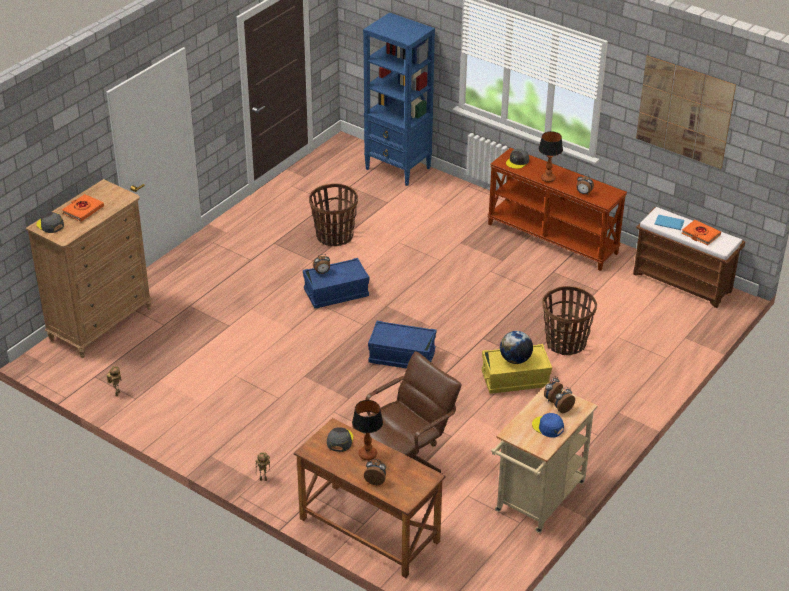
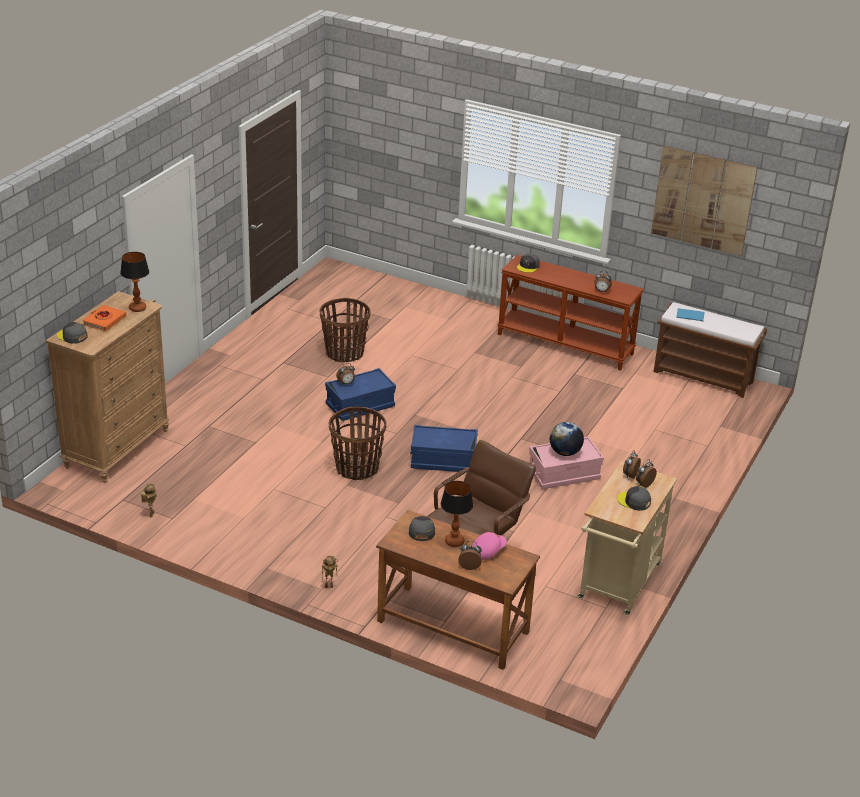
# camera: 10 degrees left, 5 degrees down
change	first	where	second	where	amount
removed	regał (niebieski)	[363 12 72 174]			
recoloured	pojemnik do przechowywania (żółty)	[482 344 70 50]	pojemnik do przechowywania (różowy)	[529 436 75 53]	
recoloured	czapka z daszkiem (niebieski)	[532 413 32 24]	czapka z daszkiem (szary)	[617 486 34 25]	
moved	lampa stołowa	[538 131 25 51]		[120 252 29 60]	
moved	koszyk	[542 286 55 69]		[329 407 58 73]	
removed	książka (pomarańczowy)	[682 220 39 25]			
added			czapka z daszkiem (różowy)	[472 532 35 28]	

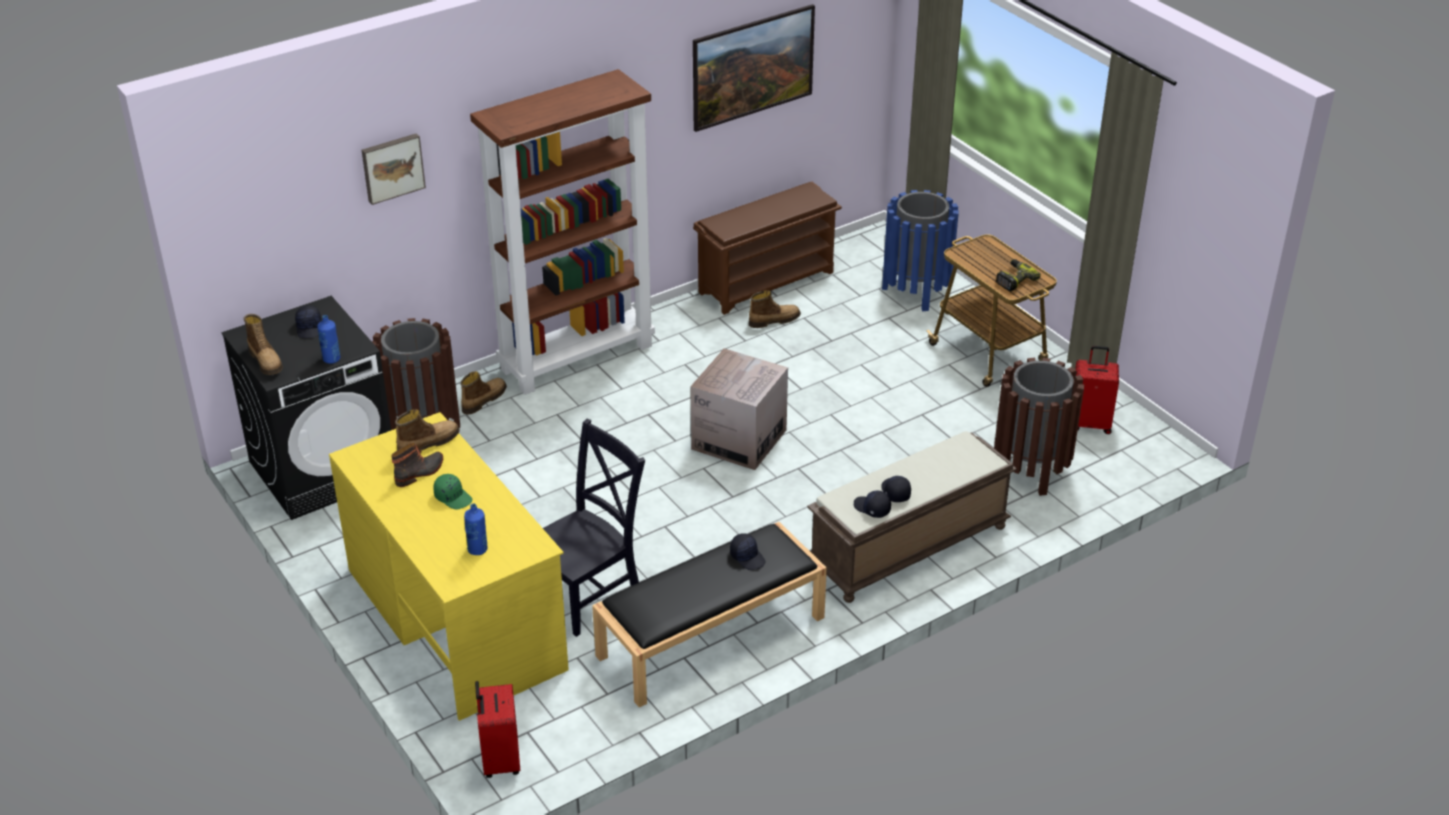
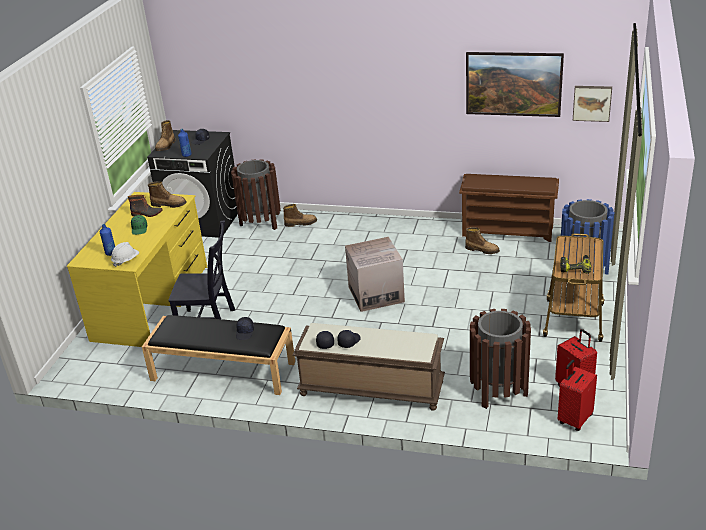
# camera: 50 degrees right, 5 degrees down
change	first	where	second	where	amount
moved	obraz	[361 133 65 72]		[573 86 39 36]	
removed	regał (brązowy)	[470 69 185 326]			
moved	walizka (czerwony)	[475 681 45 97]		[558 360 39 71]	
added			kask (biały)	[111 242 28 25]	

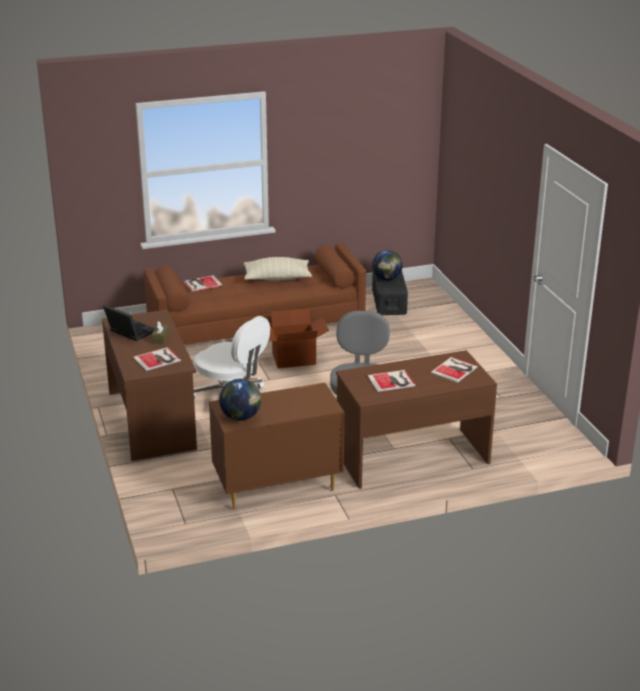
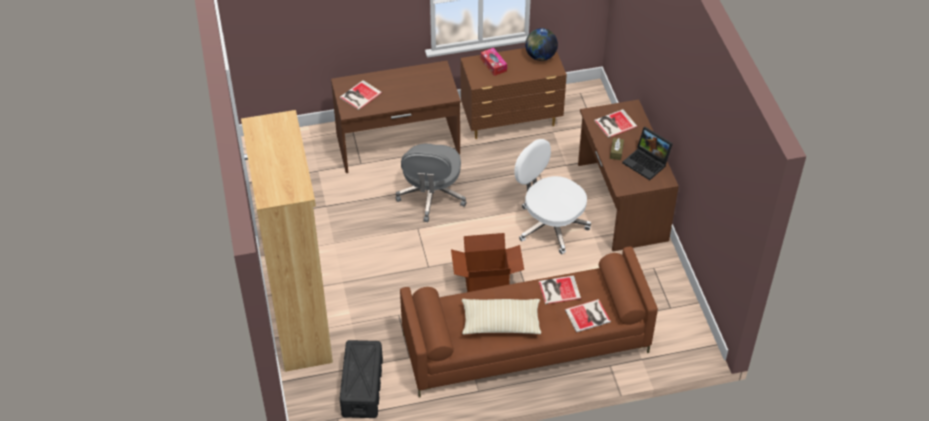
# camera: 175 degrees left, 20 degrees up
change	first	where	second	where	amount
moved	książka	[367 370 48 22]		[539 276 42 28]	
removed	globus	[372 250 31 31]			
added			regał (brązowy)	[241 110 92 262]	
added			pudełko chusteczek	[481 48 26 28]	

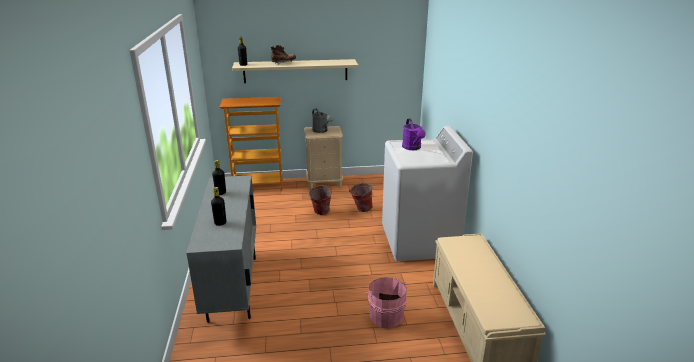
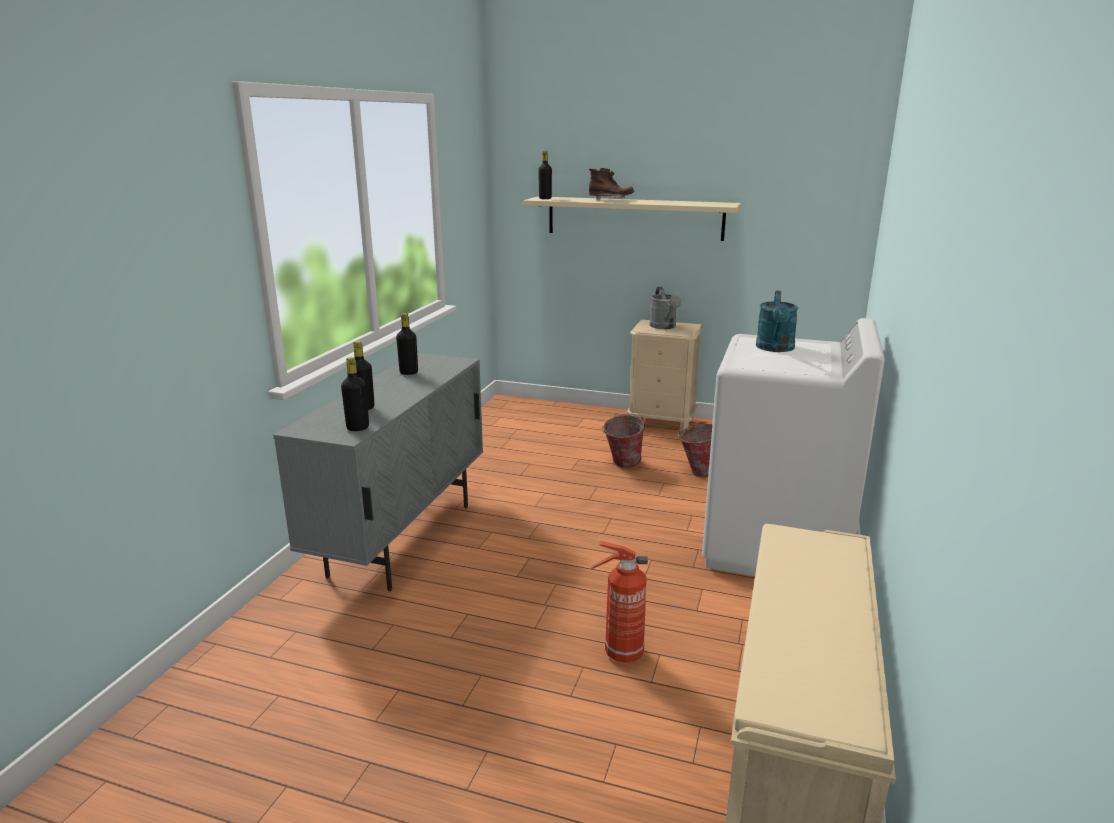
# camera: 25 degrees right, 5 degrees down
change	first	where	second	where	amount
removed	regał	[220 97 62 93]			
replaced	wiadro (różowy)	[365 277 42 51]	gaśnica	[590 541 58 122]	
recoloured	konewka (fioletowy)	[402 118 24 32]	konewka (turkusowy)	[756 291 42 61]	
added			butelka (czarny)	[341 357 28 74]	

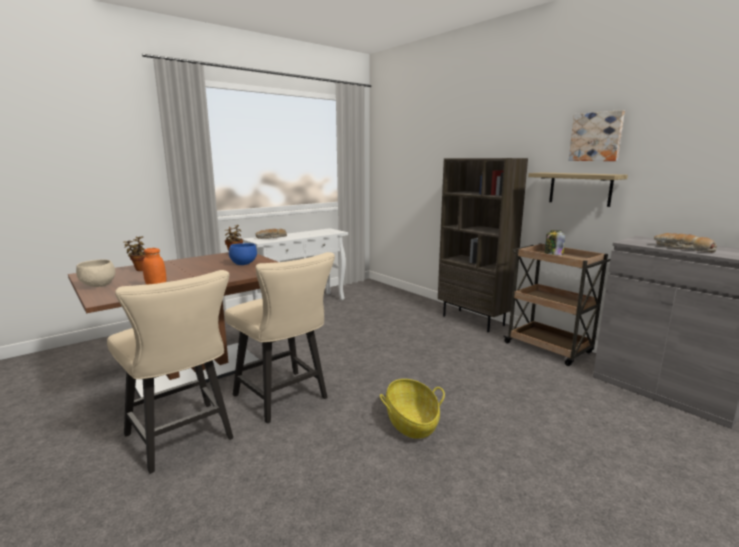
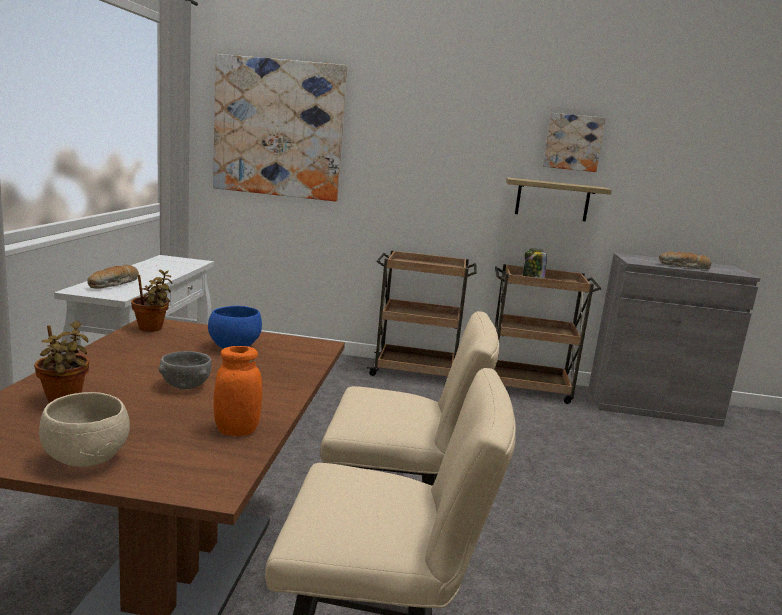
# camera: 45 degrees left, 0 degrees up
change	first	where	second	where	amount
removed	koszyk	[380 379 65 60]			
replaced	regał (brązowy)	[438 158 90 174]	wózek (brązowy)	[367 250 110 133]	
added			miska (szary)	[159 351 53 39]	
added			obraz	[213 54 134 147]	

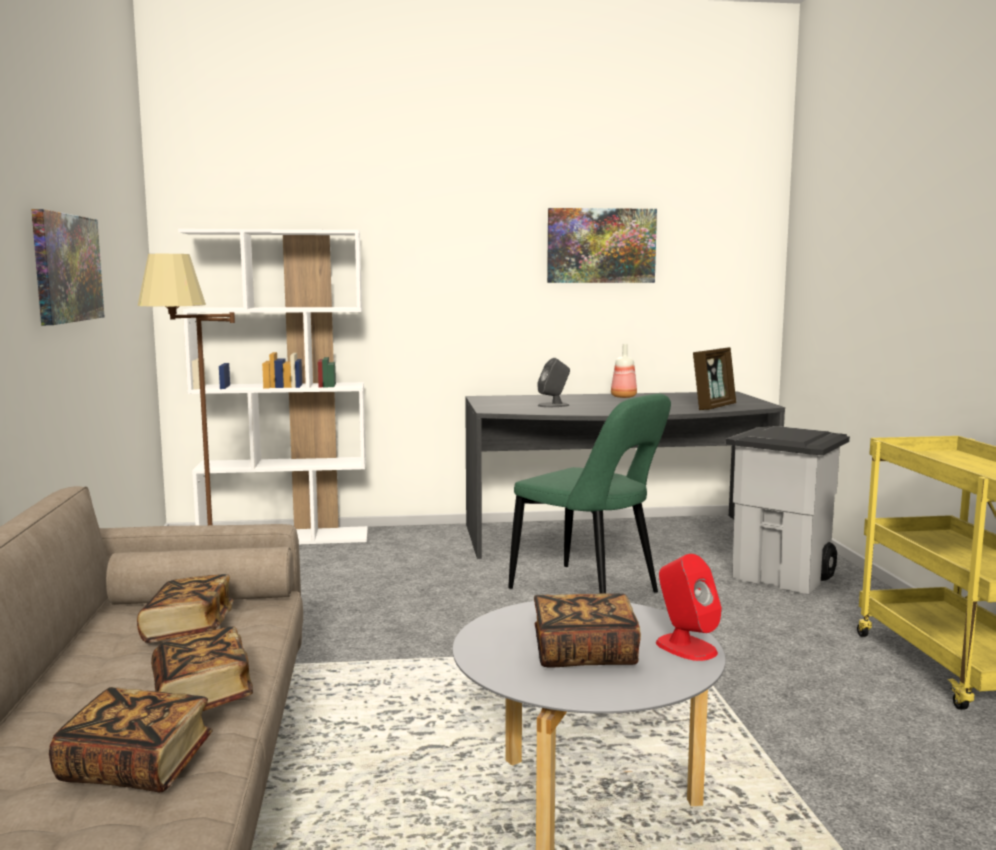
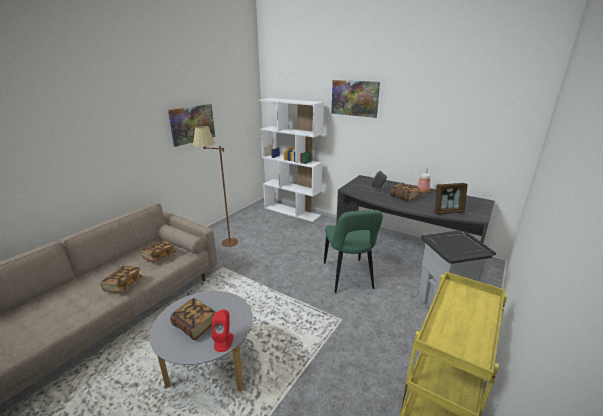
# camera: 40 degrees right, 15 degrees up
change	first	where	second	where	amount
moved	książka	[49 687 164 105]		[390 183 30 19]	
moved	obraz	[547 208 110 75]		[331 80 49 38]	

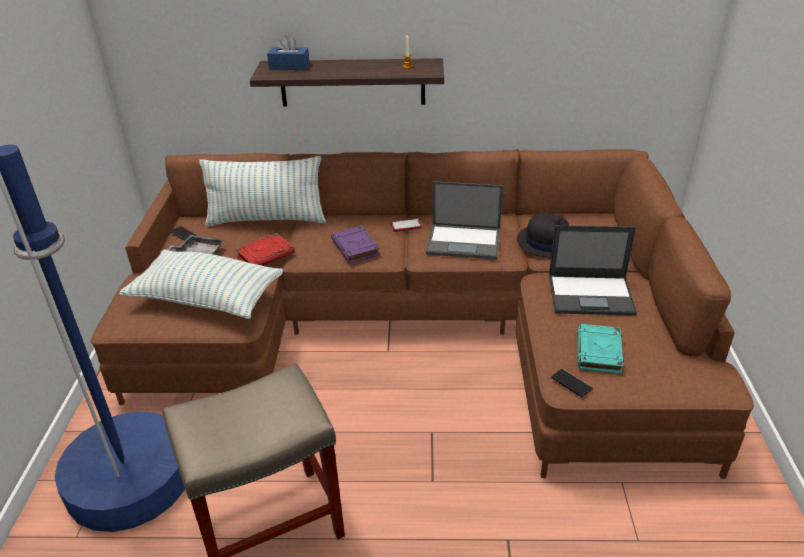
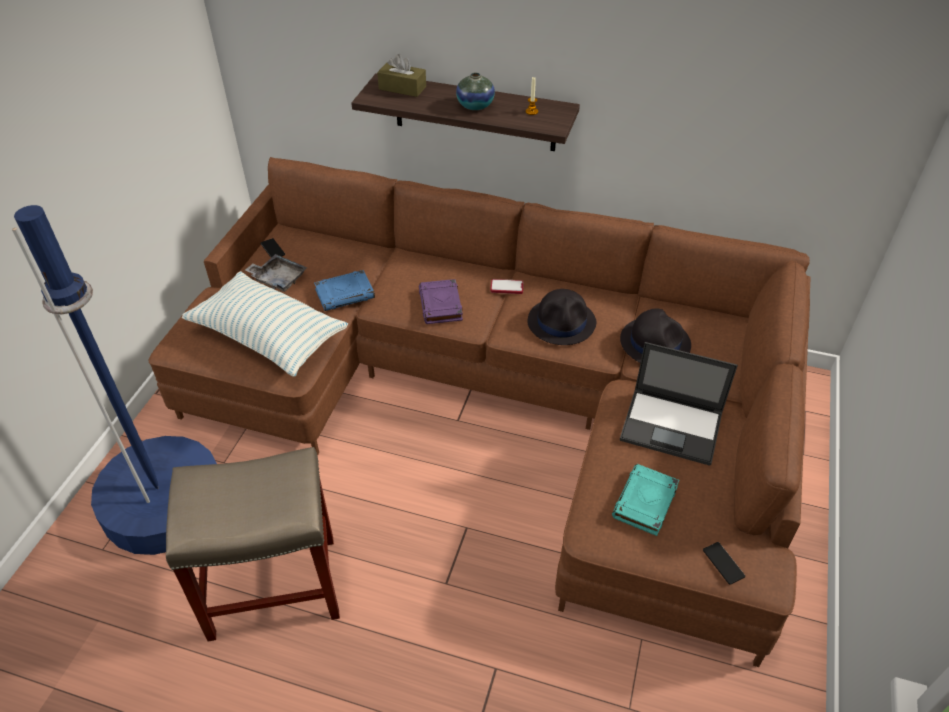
# camera: 15 degrees right, 10 degrees up
change	first	where	second	where	amount
removed	poduszka	[199 156 127 70]			
recoloured	książka (czerwony)	[235 233 60 33]	książka (niebieski)	[314 270 61 41]	
recoloured	pudełko chusteczek (niebieski)	[267 35 43 35]	pudełko chusteczek (brązowy)	[377 54 49 43]	
replaced	laptop	[426 181 77 79]	kapelusz (czarny)	[527 289 69 56]	
moved	telefon	[551 369 42 28]		[703 542 42 42]	
added			wazon	[456 72 39 38]	

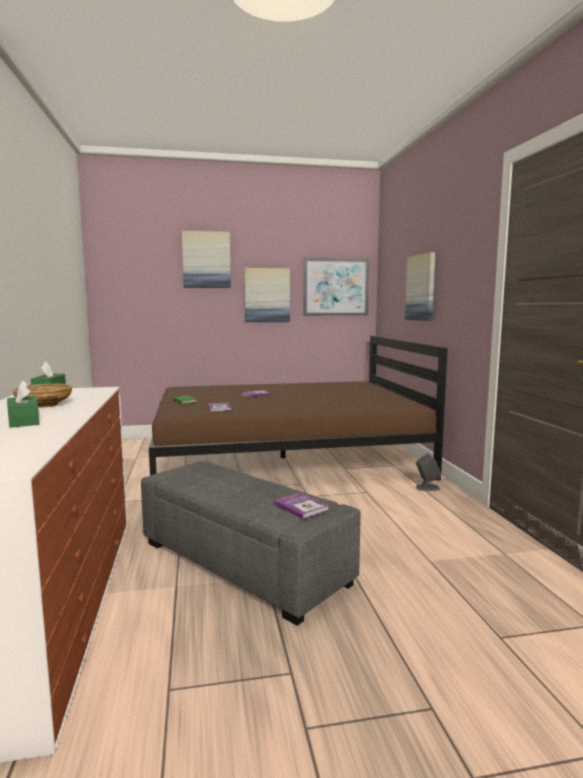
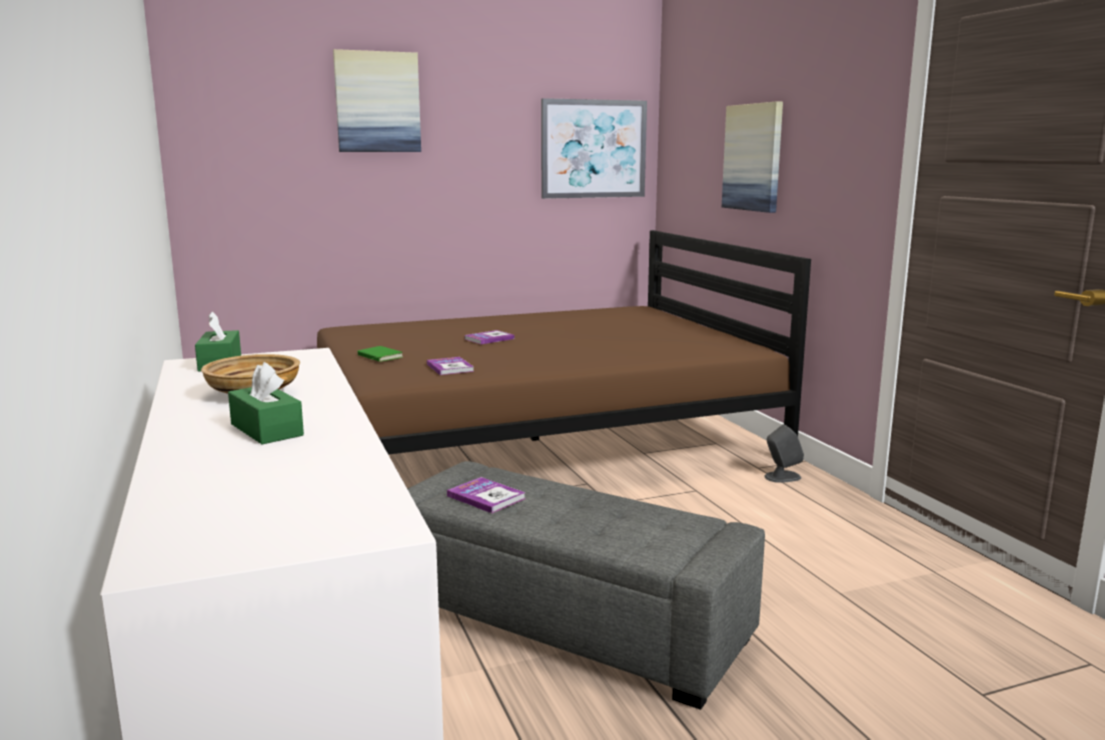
# camera: 10 degrees left, 5 degrees up
change	first	where	second	where	amount
removed	obraz	[244 268 46 54]			
moved	książka	[274 493 54 26]		[447 477 79 36]	

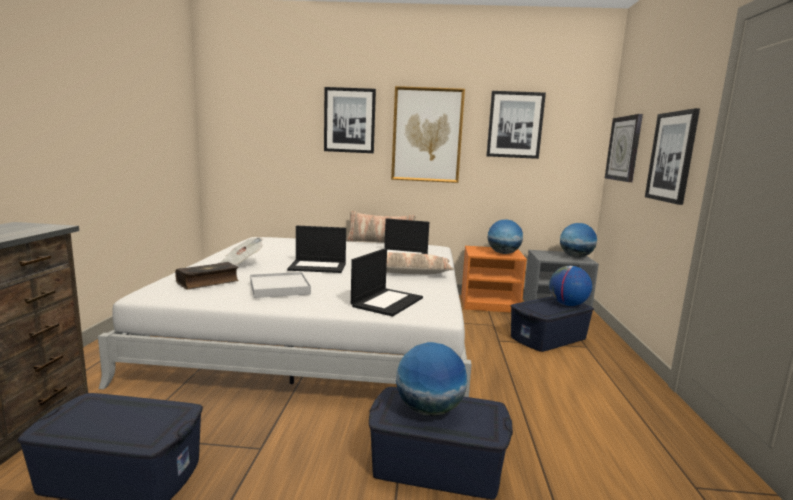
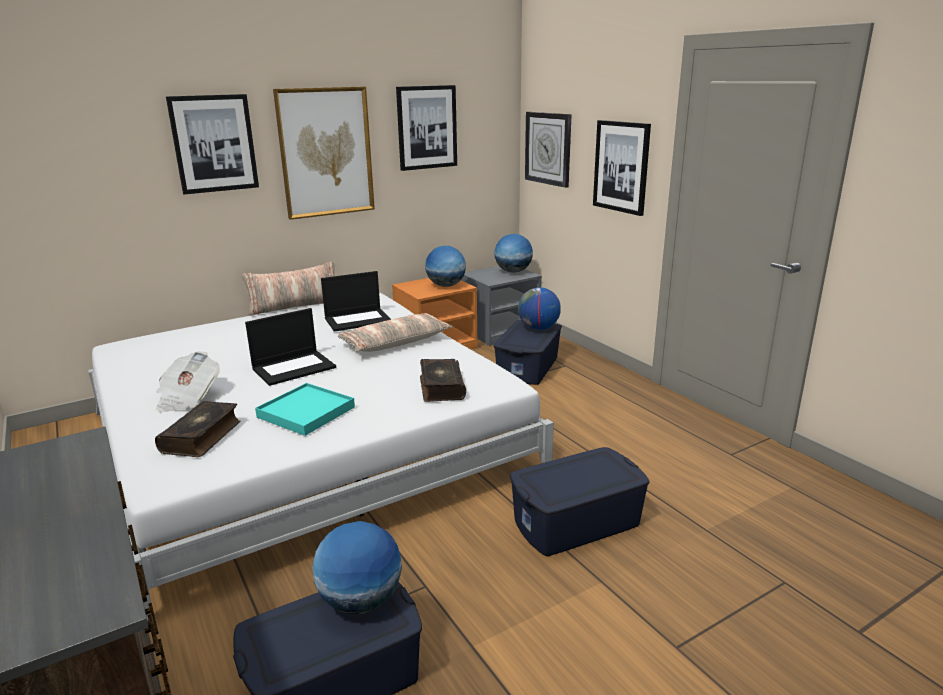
# camera: 35 degrees left, 10 degrees up
change	first	where	second	where	amount
recoloured	taca (biały)	[250 272 61 26]	taca (turkusowy)	[255 383 100 53]	
replaced	laptop	[351 248 72 69]	książka	[420 359 46 43]	
moved	globus	[396 342 71 74]		[312 521 90 93]	

